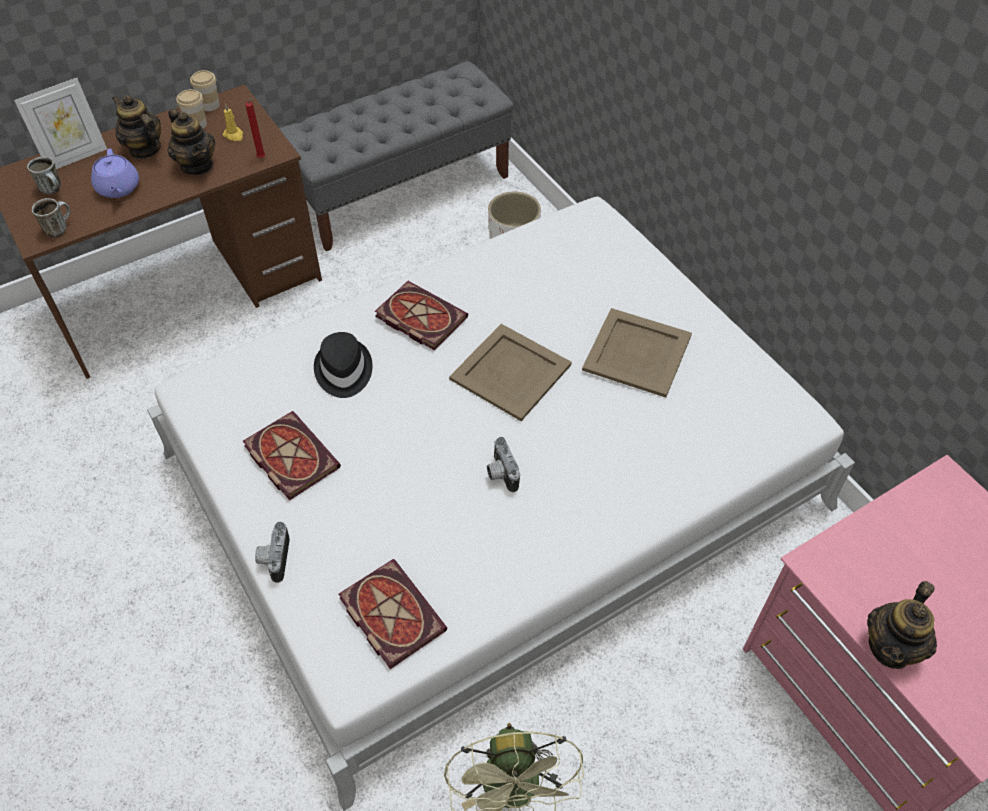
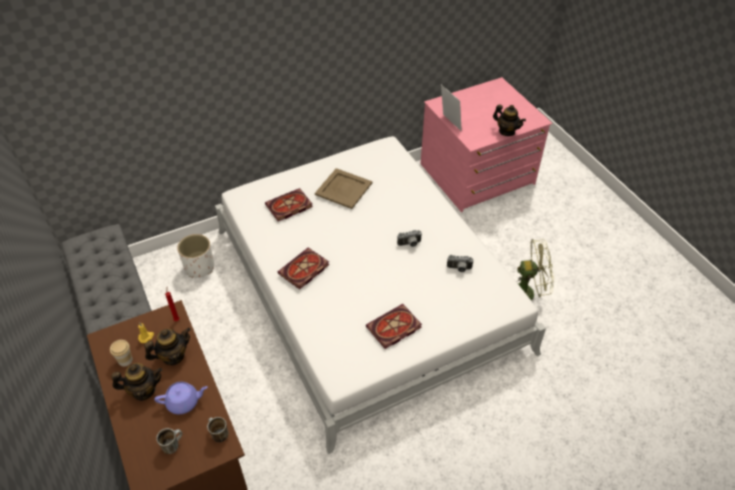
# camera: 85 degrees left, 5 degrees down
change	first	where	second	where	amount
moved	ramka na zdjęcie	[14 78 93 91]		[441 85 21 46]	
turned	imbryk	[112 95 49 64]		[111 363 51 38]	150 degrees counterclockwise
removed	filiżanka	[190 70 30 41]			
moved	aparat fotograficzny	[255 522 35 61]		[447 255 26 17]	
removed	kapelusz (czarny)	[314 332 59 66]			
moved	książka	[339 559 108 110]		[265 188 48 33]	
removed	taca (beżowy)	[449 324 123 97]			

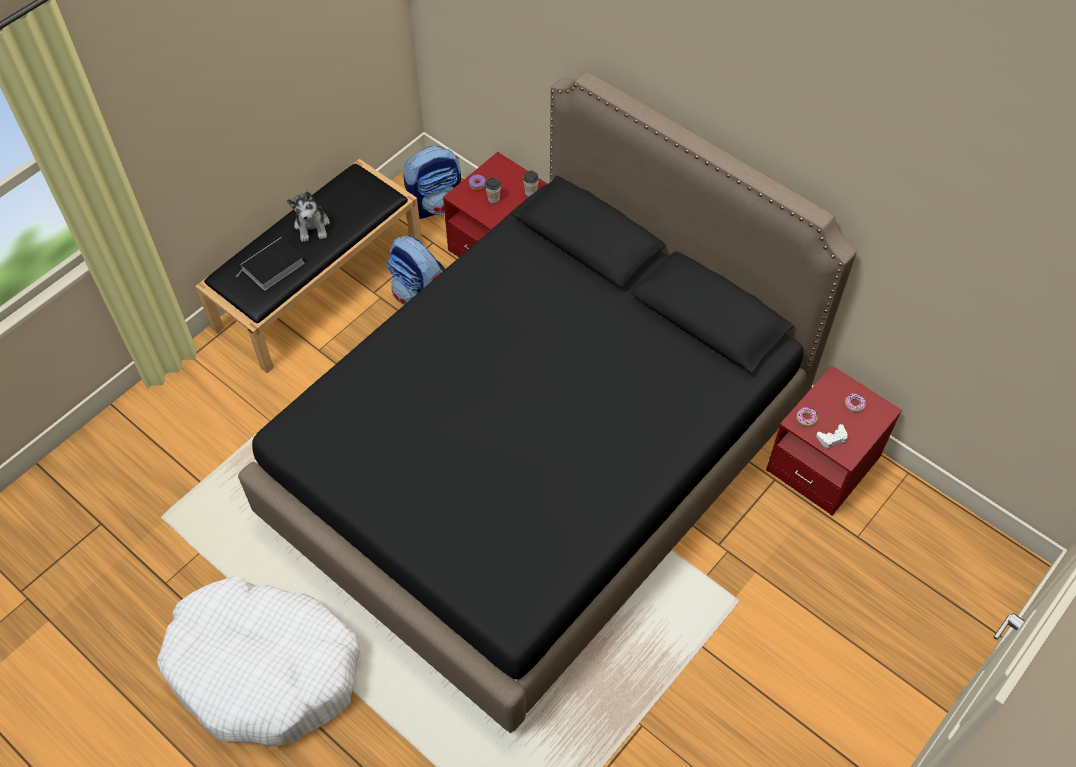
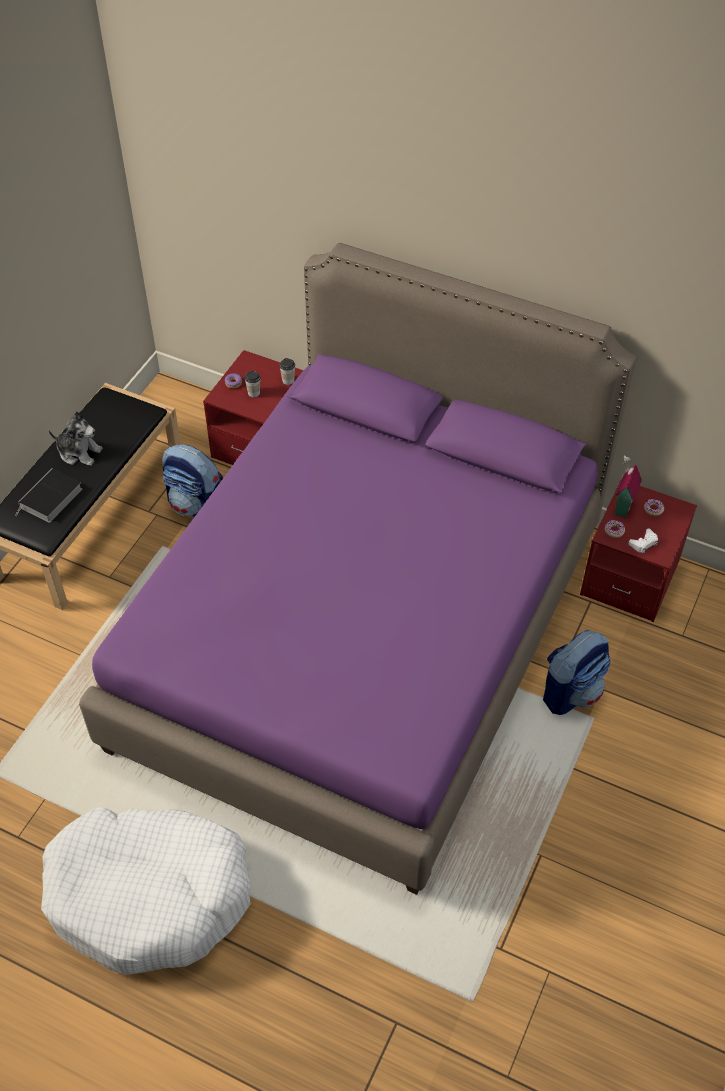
# camera: 15 degrees left, 5 degrees down
change	first	where	second	where	amount
recoloured	łóżko (czarny)	[238 71 619 662]	łóżko (fioletowy)	[79 243 557 652]	
turned	pluszak	[287 190 43 52]		[48 411 55 55]	45 degrees counterclockwise
moved	plecak	[403 146 58 73]		[543 630 68 85]	
added			domek	[615 455 27 63]	

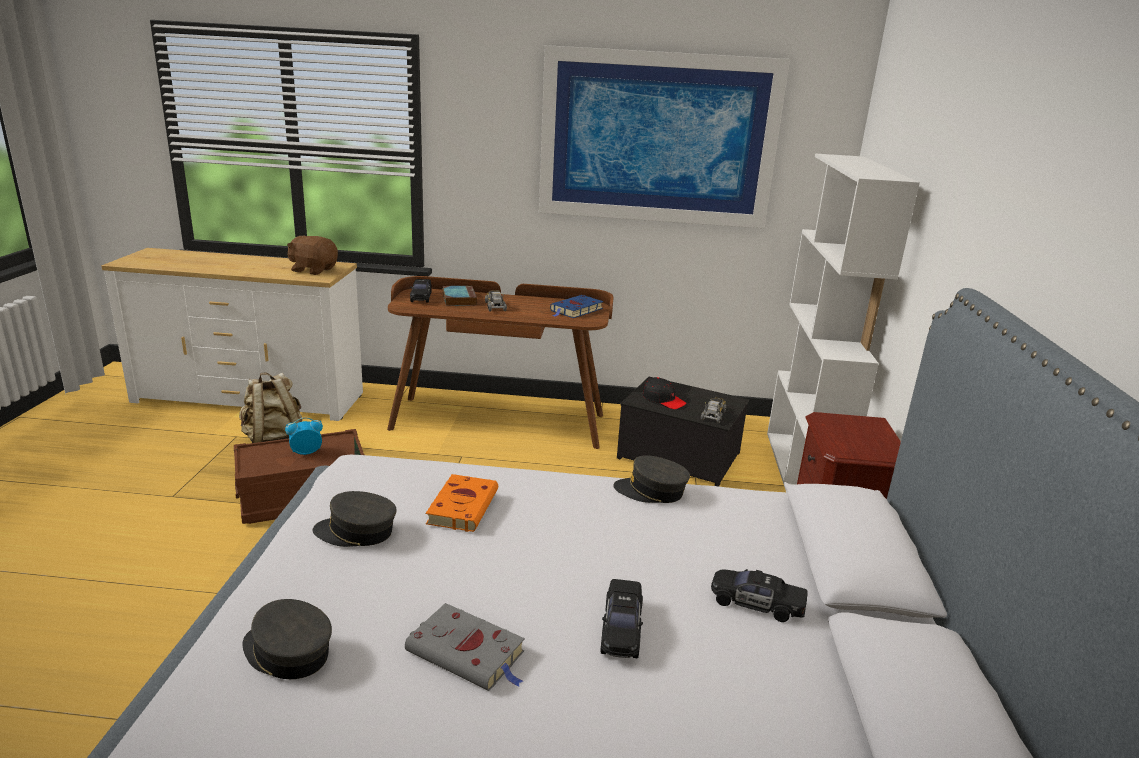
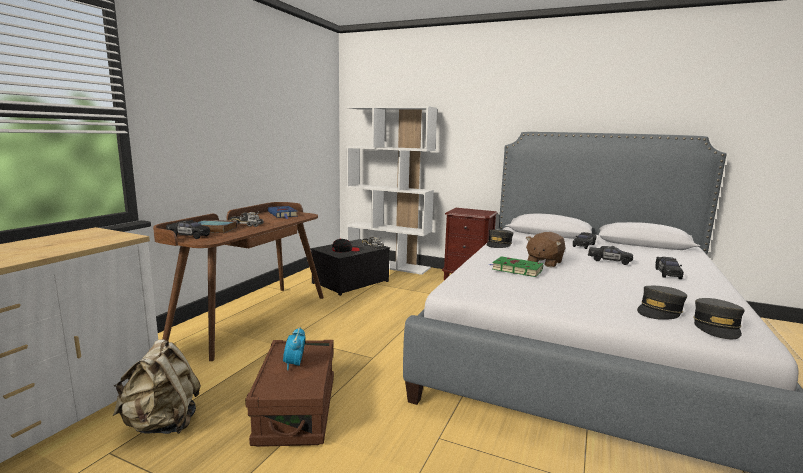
# camera: 70 degrees left, 10 degrees down
change	first	where	second	where	amount
moved	pluszak (brązowy)	[287 236 51 39]		[526 232 39 35]	
moved	czapka z daszkiem (szary)	[313 491 84 56]		[693 298 52 41]	
removed	książka (szary)	[405 603 120 88]			
recoloured	książka (pomarańczowy)	[426 474 72 58]	książka (zielony)	[490 256 53 21]	
removed	obraz	[539 45 251 183]			
added			samochodzik (czarny)	[655 257 29 22]	

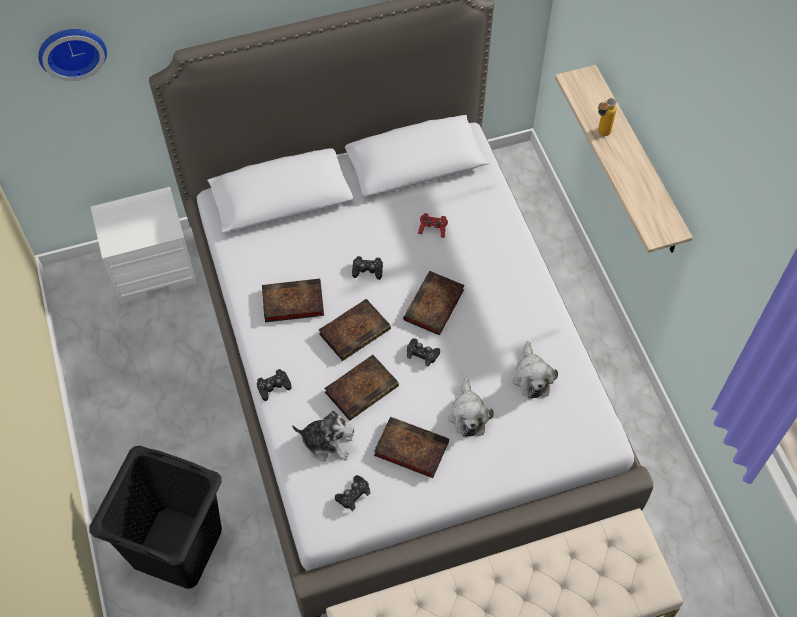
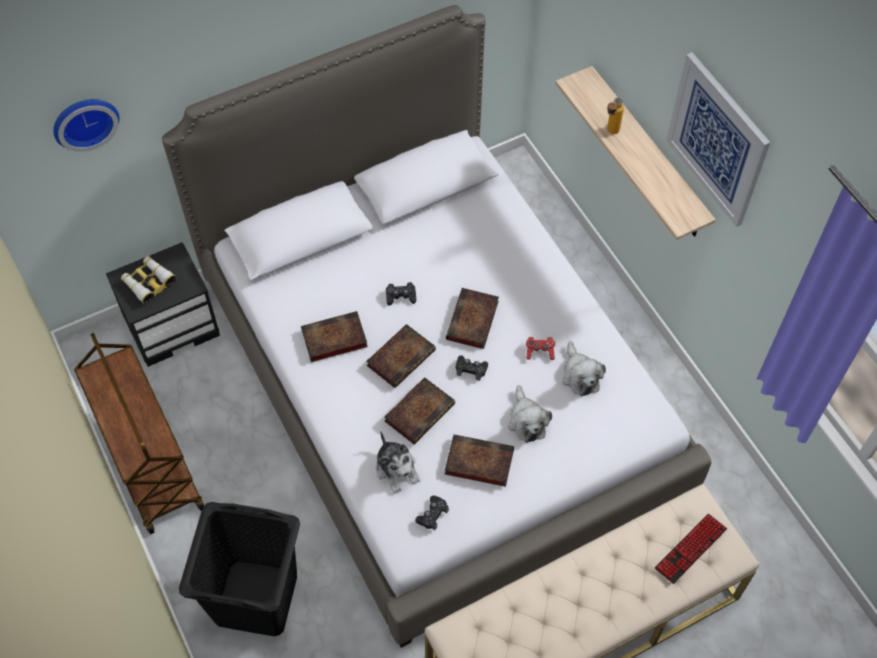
# camera: 10 degrees left, 0 degrees up
change	first	where	second	where	amount
recoloured	szafka nocna (biały)	[91 187 105 117]	szafka nocna (czarny)	[106 242 114 125]	
removed	pad do gier (czarny)	[257 369 35 32]			
turned	pluszak	[292 411 62 51]		[376 431 44 63]	60 degrees clockwise
moved	pad do gier (czerwony)	[418 213 30 25]		[526 337 29 23]	
added			wózek (brązowy)	[74 333 130 201]	
added			lornetka	[121 256 55 48]	
added			klawiatura	[655 514 72 70]	
added			obraz	[666 52 104 175]	

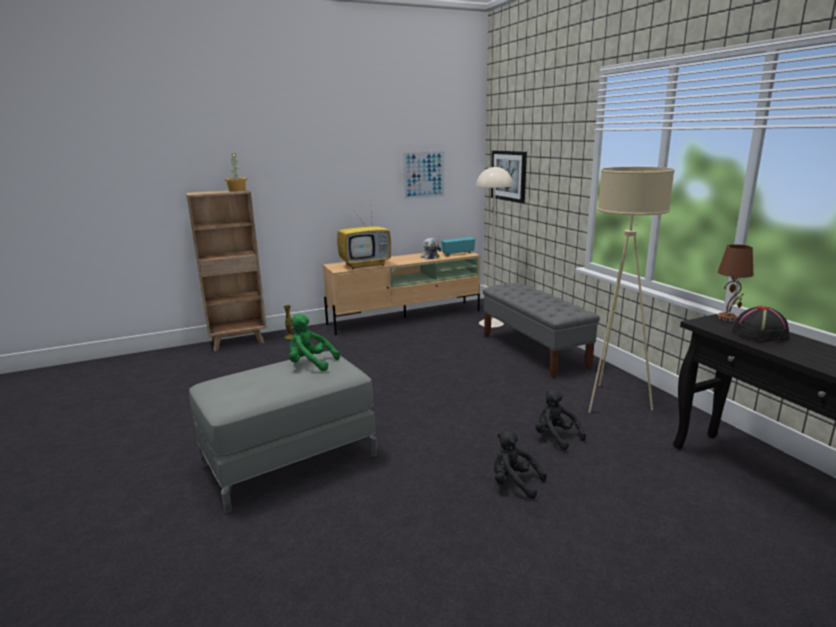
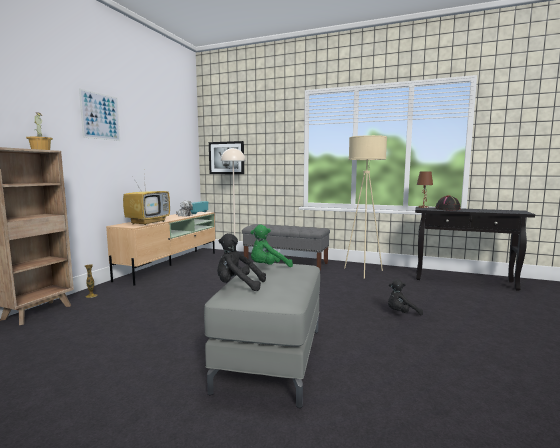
# camera: 45 degrees left, 10 degrees down
change	first	where	second	where	amount
moved	obraz	[402 150 43 50]		[79 88 41 53]	
moved	pluszak (czarny)	[535 389 51 61]		[217 233 49 58]	

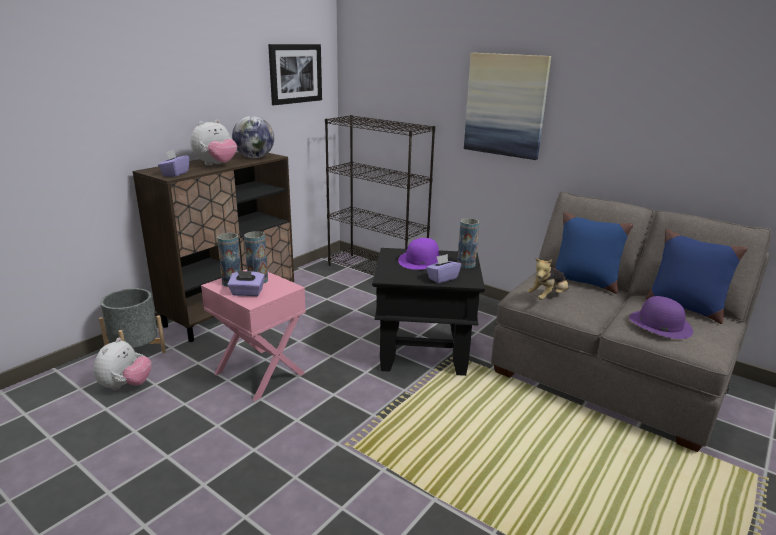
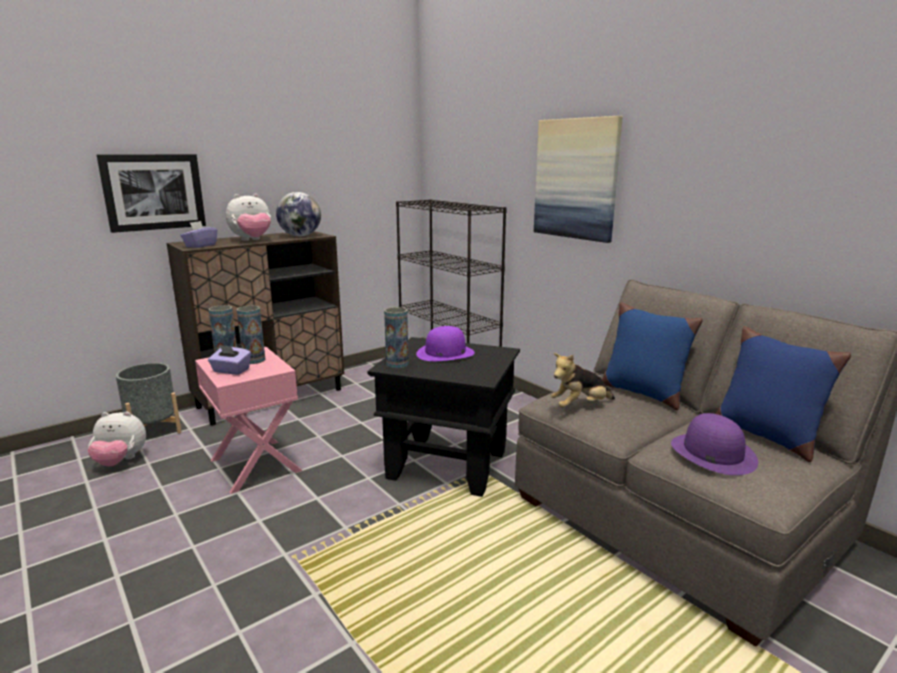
# camera: 15 degrees right, 5 degrees down
change	first	where	second	where	amount
turned	pluszak	[94 338 58 52]		[87 412 59 55]	60 degrees clockwise
moved	obraz	[268 44 54 61]		[97 154 109 79]	
removed	pudełko chusteczek (fioletowy)	[426 254 35 29]			
moved	wazon	[457 218 22 50]		[384 307 25 61]	

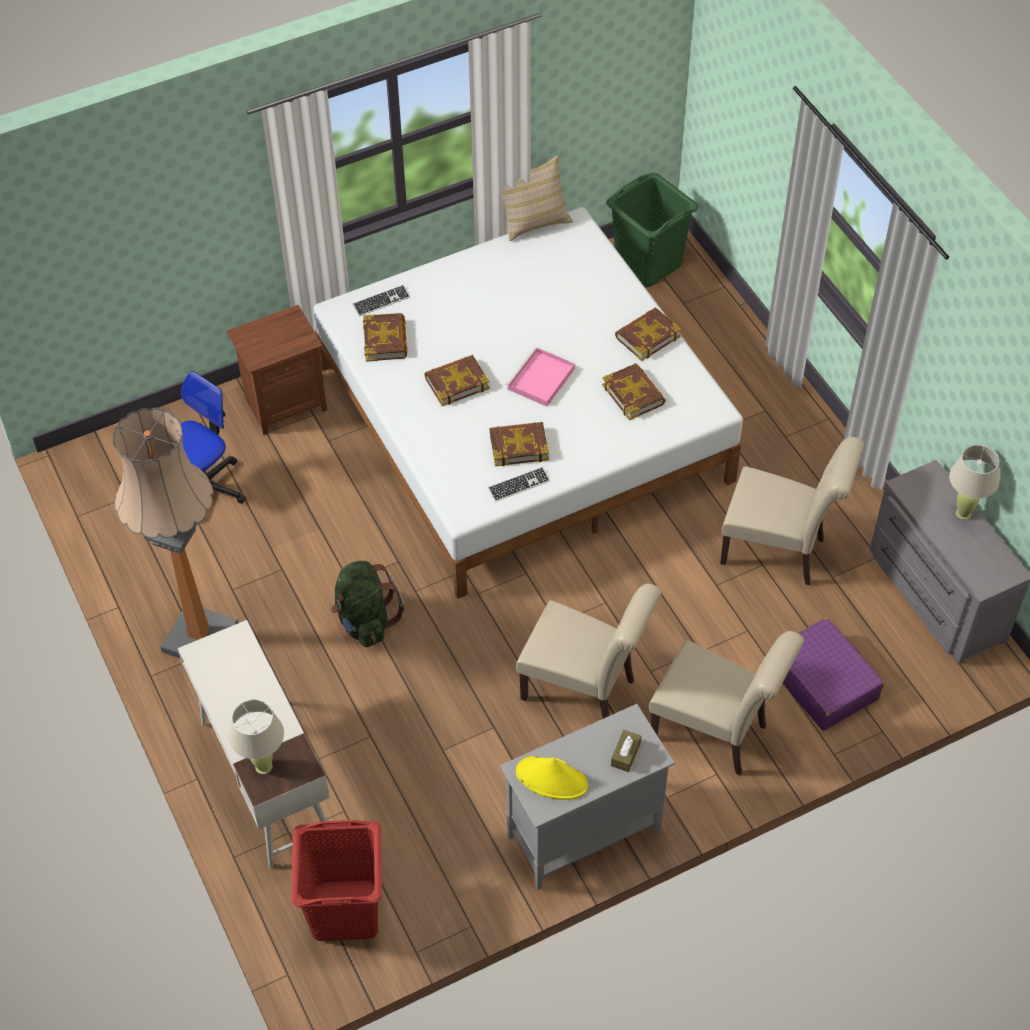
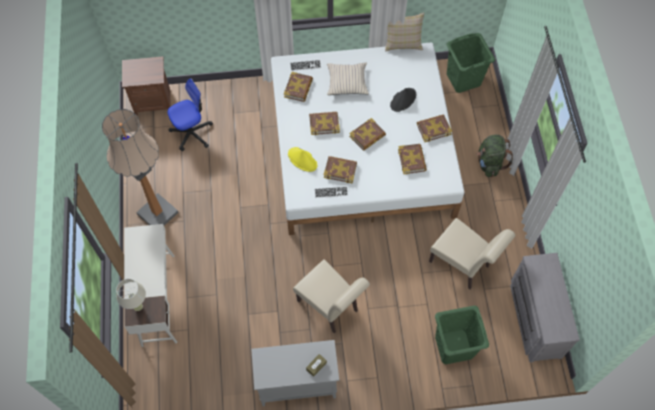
# camera: 20 degrees right, 10 degrees up
change	first	where	second	where	amount
moved	szafka nocna (brązowy)	[227 305 100 130]		[122 56 49 60]	
removed	kosz na pranie (czerwony)	[291 820 91 121]			
moved	plecak (zielony)	[331 561 73 86]		[477 135 36 42]	
replaced	taca (różowy)	[506 347 69 60]	książka	[349 118 37 33]	
moved	kapelusz (żółty)	[516 756 72 44]		[288 147 29 25]	
removed	krzesło (beżowy)	[649 631 155 144]			
replaced	walizka (fioletowy)	[783 618 101 113]	kosz na pranie (zielony)	[435 305 54 59]	
removed	lampa stołowa (beżowy)	[949 445 51 75]			
added			poduszka (beżowy)	[327 62 42 33]	
added			kapelusz (czarny)	[390 88 26 24]	

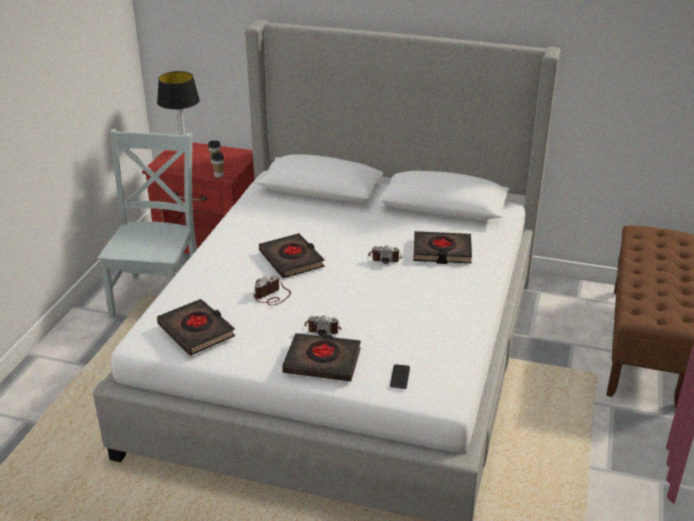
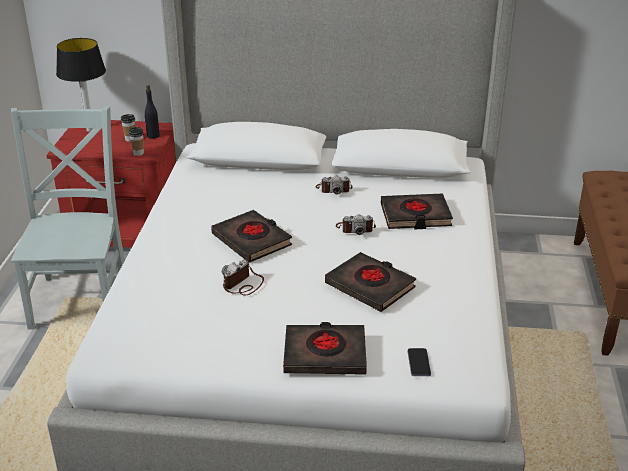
# camera: 10 degrees left, 0 degrees up
change	first	where	second	where	amount
moved	książka (czarny)	[157 299 78 57]		[325 252 91 60]	
moved	aparat fotograficzny	[304 315 38 21]		[316 175 37 20]	
added			butelka (czarny)	[144 85 16 54]	

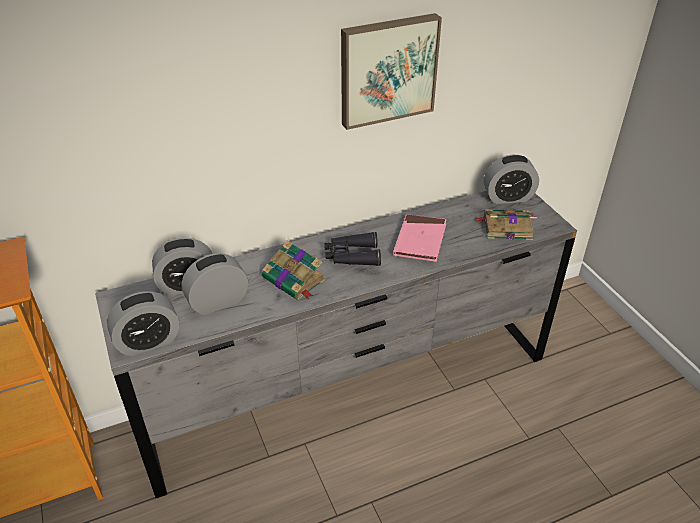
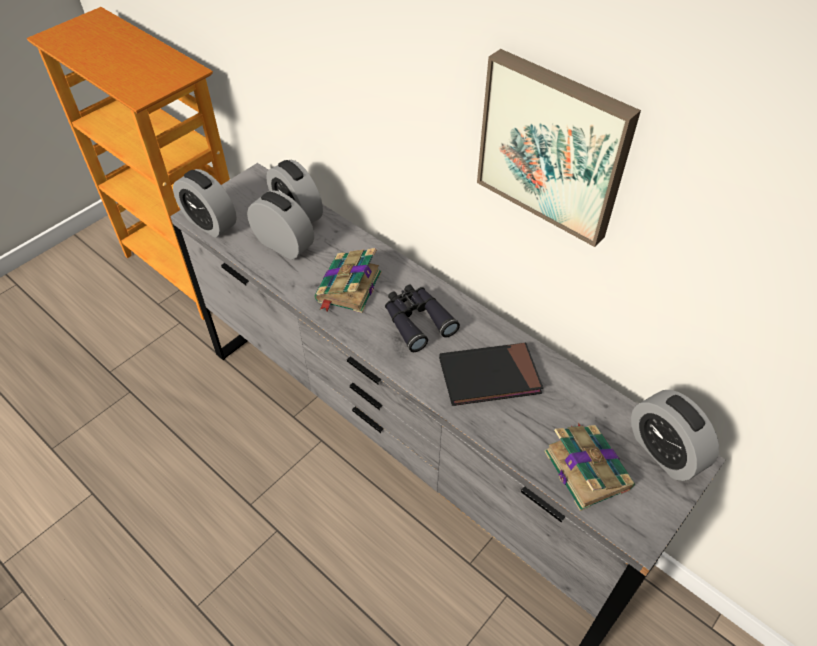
# camera: 65 degrees right, 10 degrees up
change	first	where	second	where	amount
recoloured	książka (różowy)	[393 214 54 48]	książka (czarny)	[439 343 104 63]	

